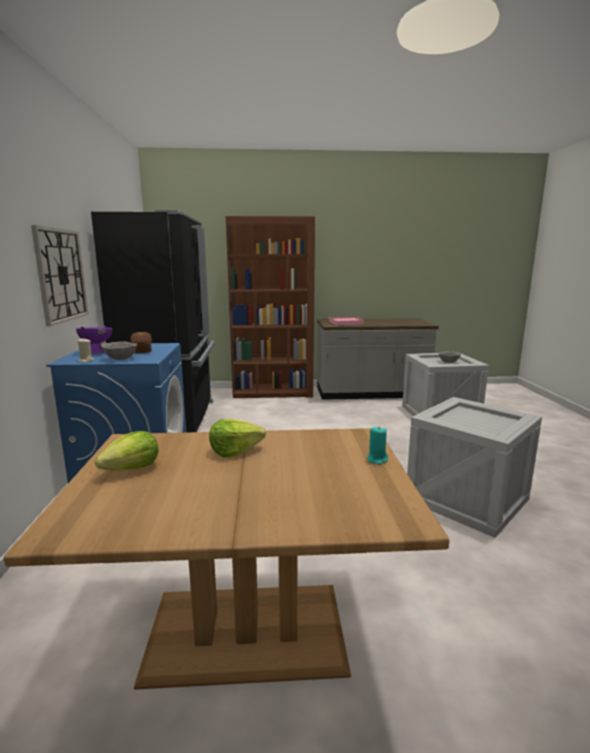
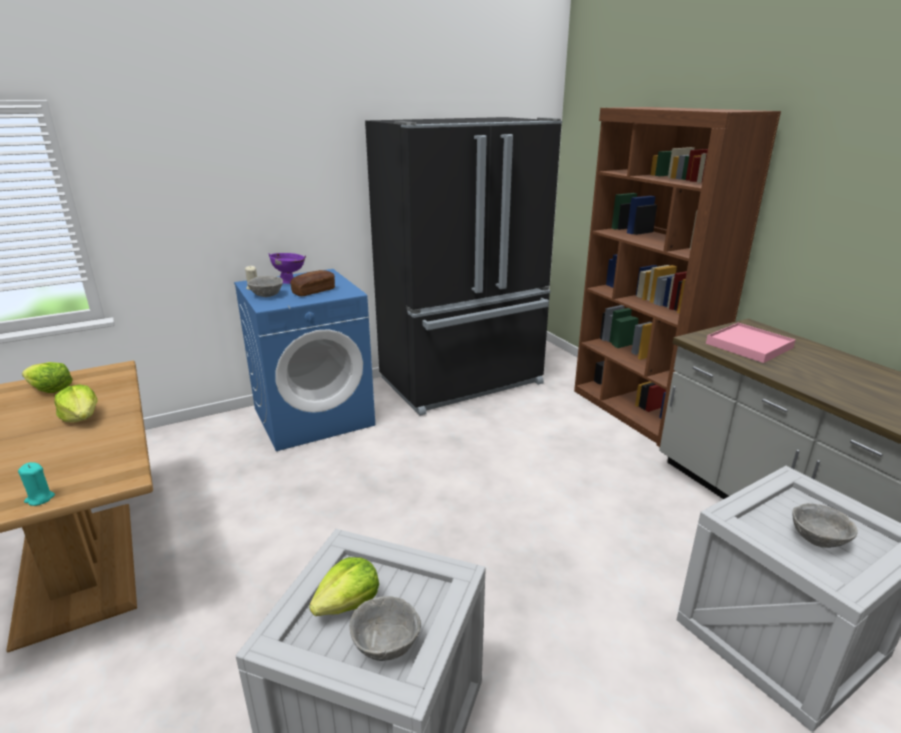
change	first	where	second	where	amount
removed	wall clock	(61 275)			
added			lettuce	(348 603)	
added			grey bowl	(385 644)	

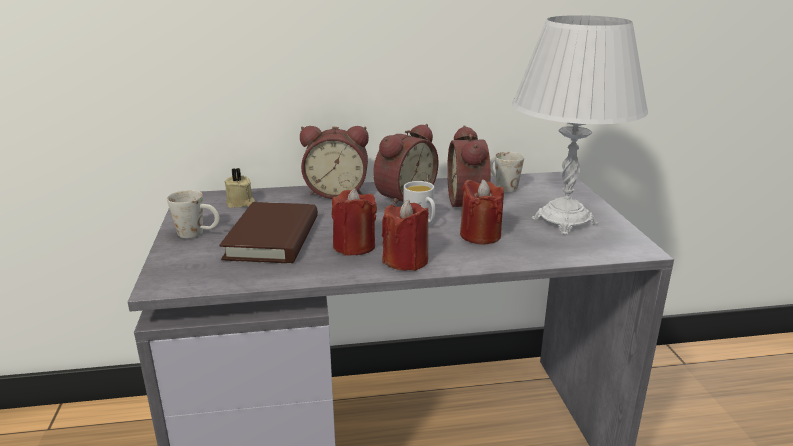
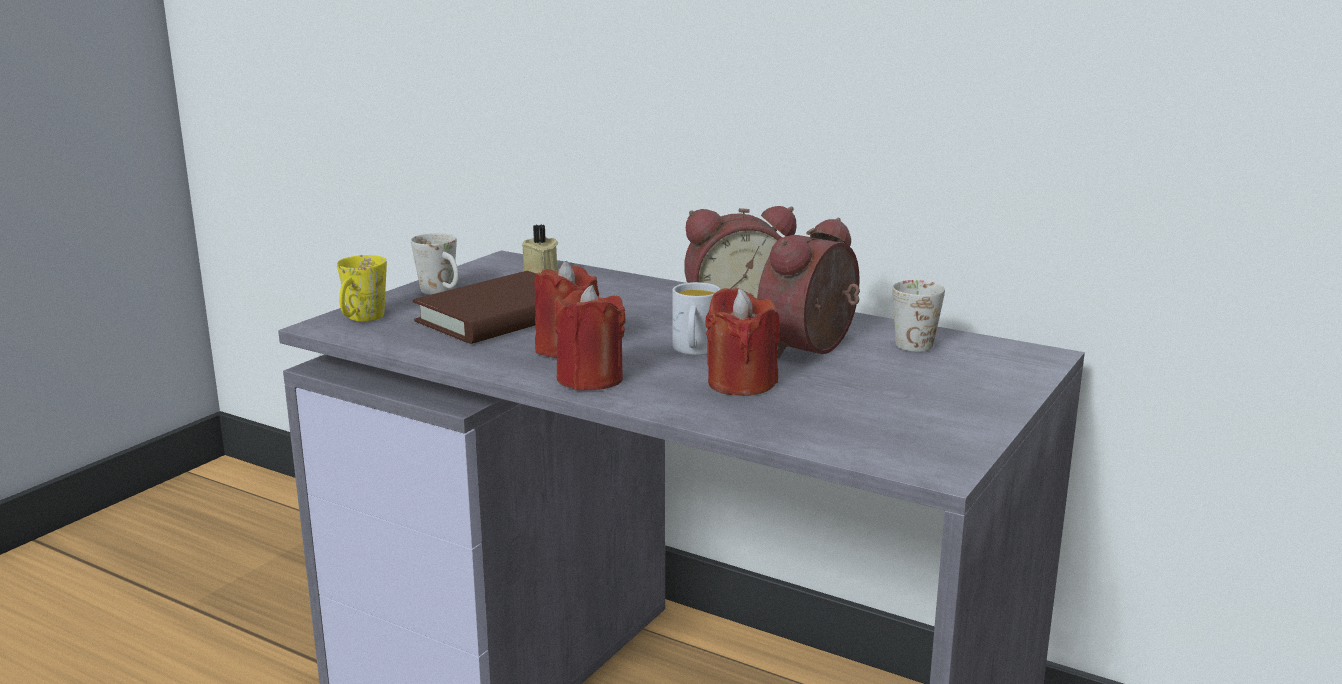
change	first	where	second	where	amount
removed	white table lamp	(564 221)			
removed	alarm clock	(336 192)			
added			yellow mug	(361 320)	

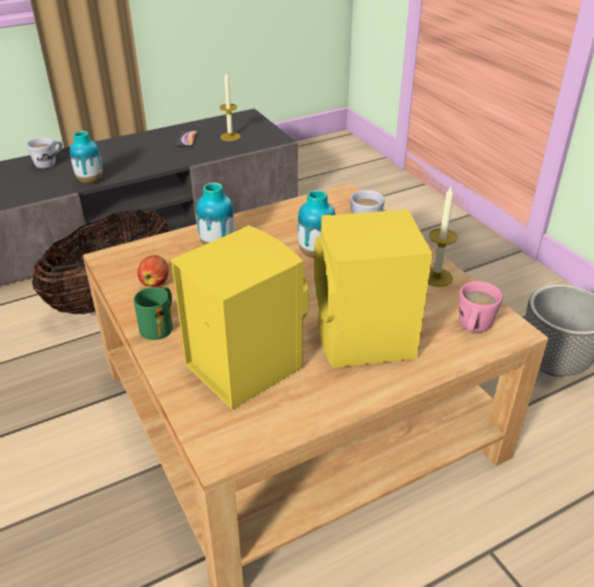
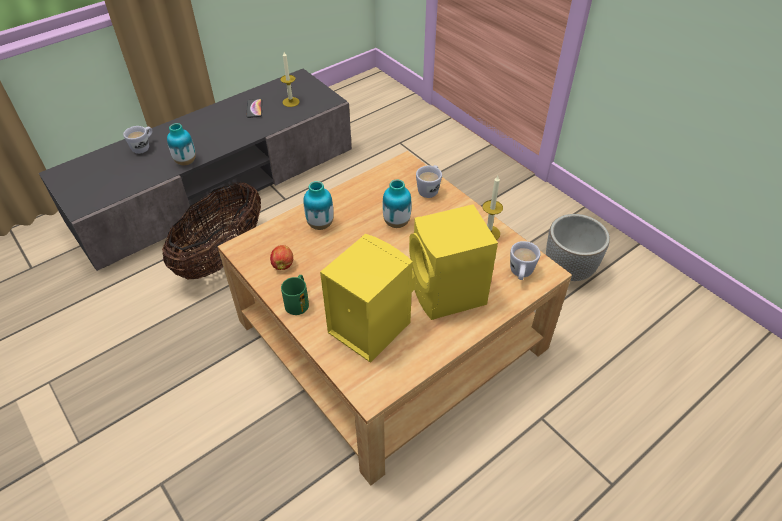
change	first	where	second	where	amount
recoloured	pink mug	(473 329)	white mug	(520 274)	

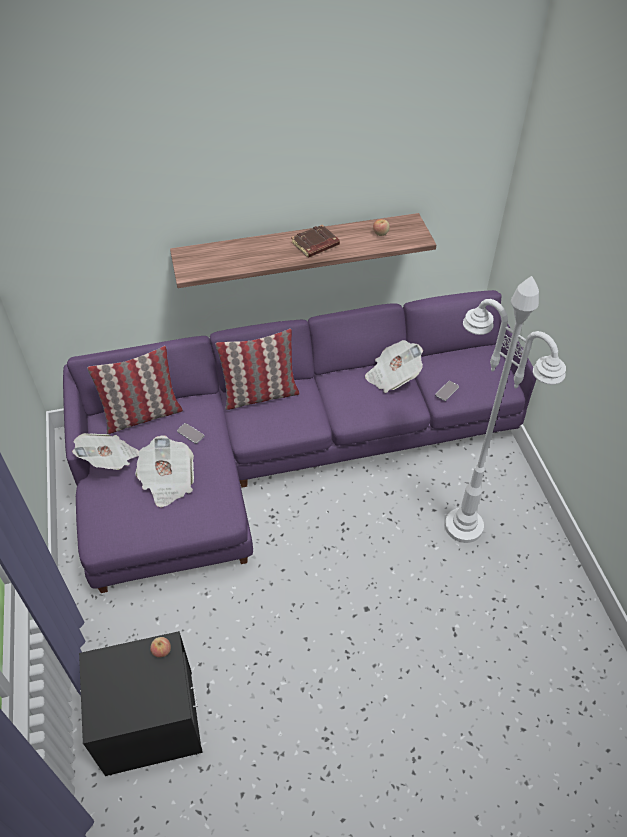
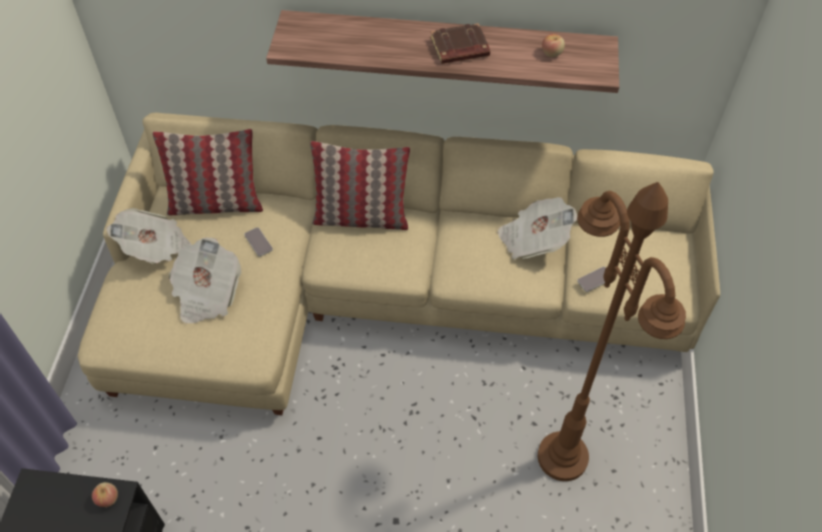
change	first	where	second	where	amount
recoloured	white floor lamp	(464 526)	brown floor lamp	(563 458)	
recoloured	purple sofa	(282 452)	beige sofa	(381 291)	

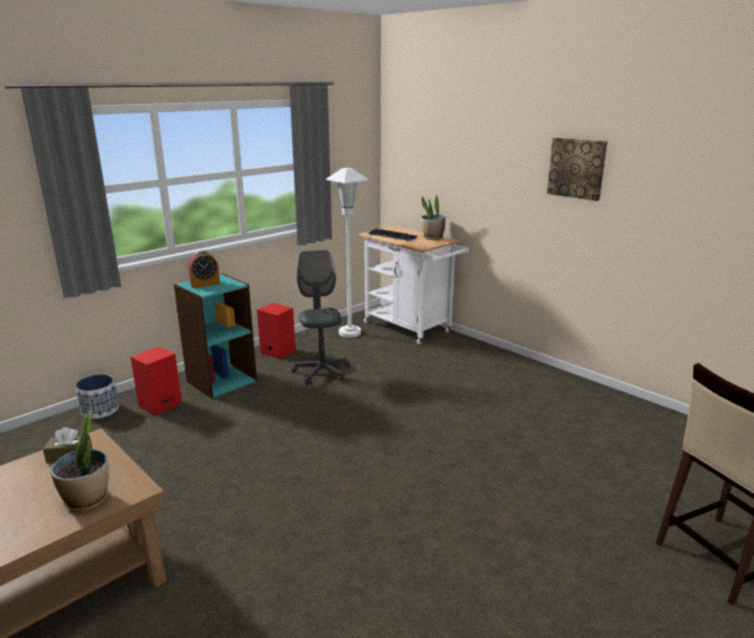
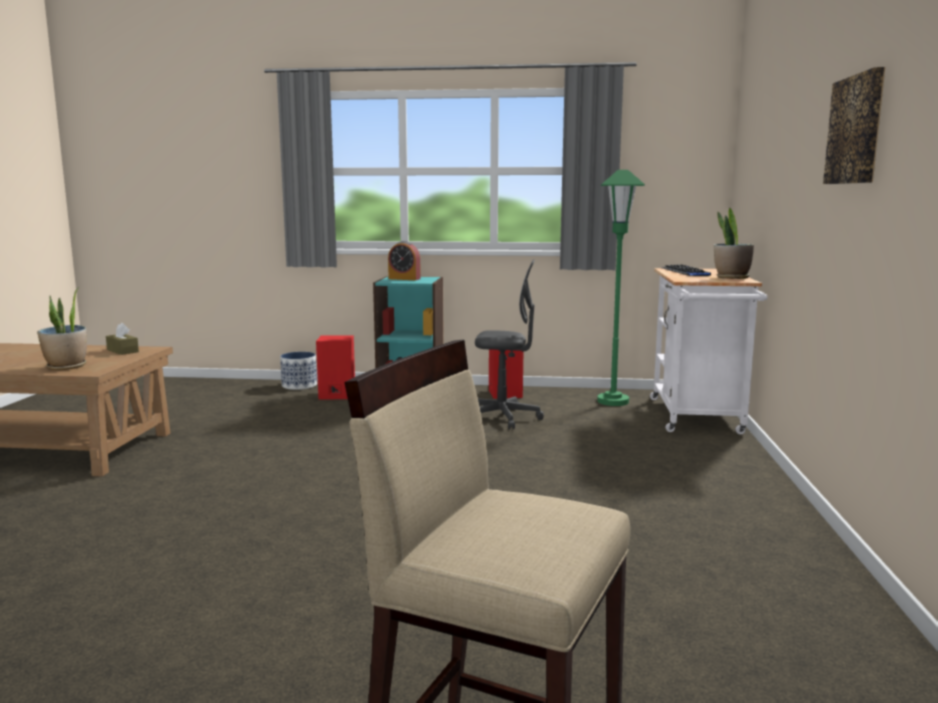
change	first	where	second	where	amount
recoloured	white floor lamp	(349 333)	green floor lamp	(612 401)	
turned	grey office chair	(321 372)		(503 418)	60 degrees clockwise

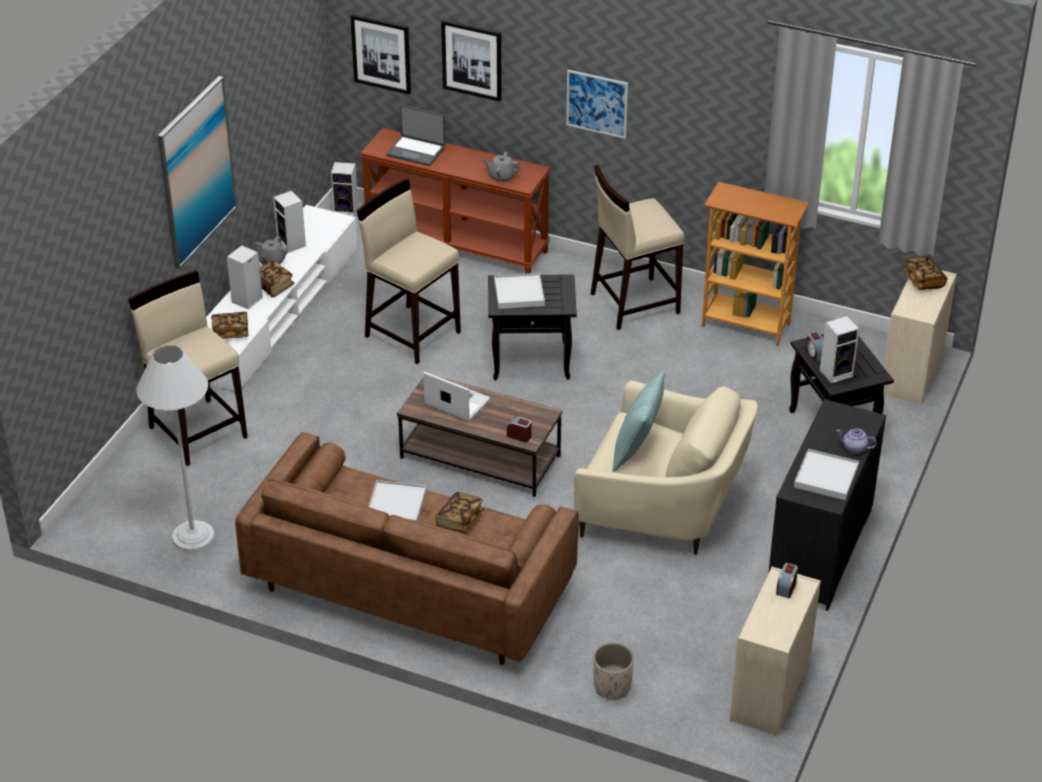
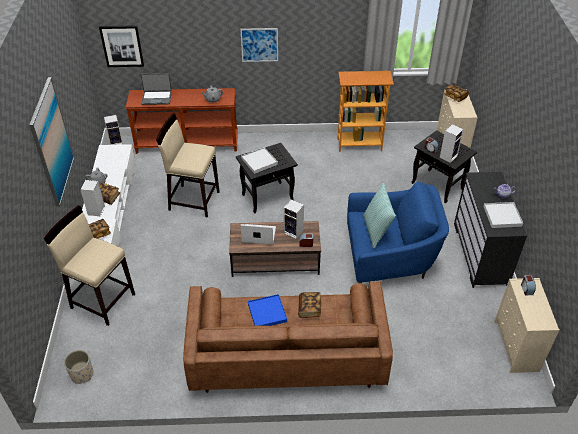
change	first	where	second	where	amount
removed	picture	(472 60)			
removed	beige stool	(633 303)			
moved	speaker	(292 244)		(294 232)	
removed	white floor lamp	(193 536)			
recoloured	beige armchair	(663 510)	blue armchair	(389 258)	
recoloured	white tray	(396 505)	blue tray	(267 313)	
moved	beige planter	(612 686)		(82 374)	

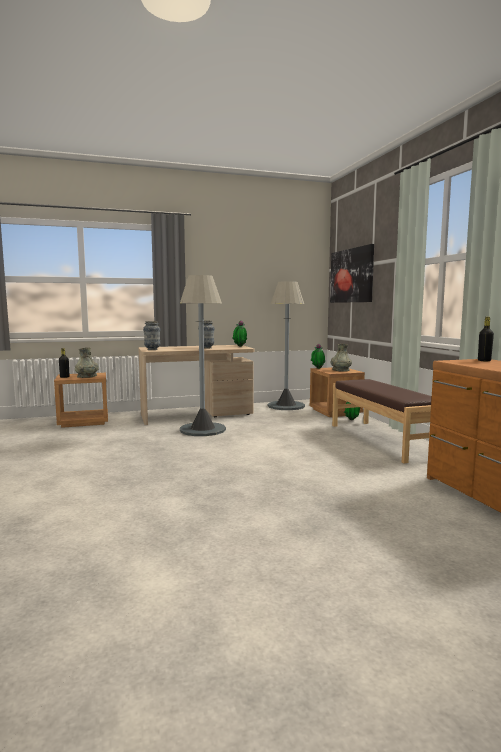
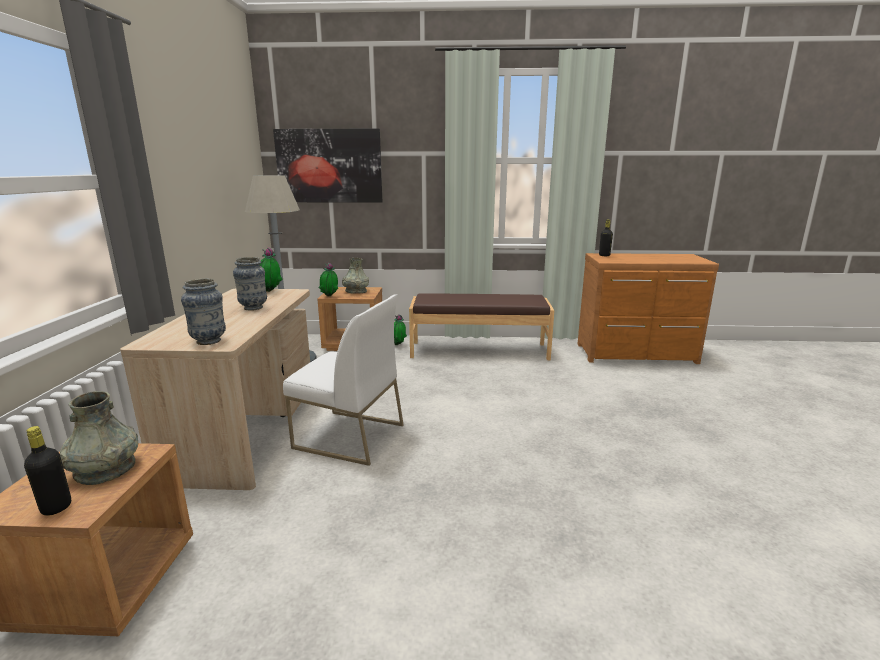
change	first	where	second	where	amount
replaced	grey floor lamp	(202 430)	white chair	(348 436)	

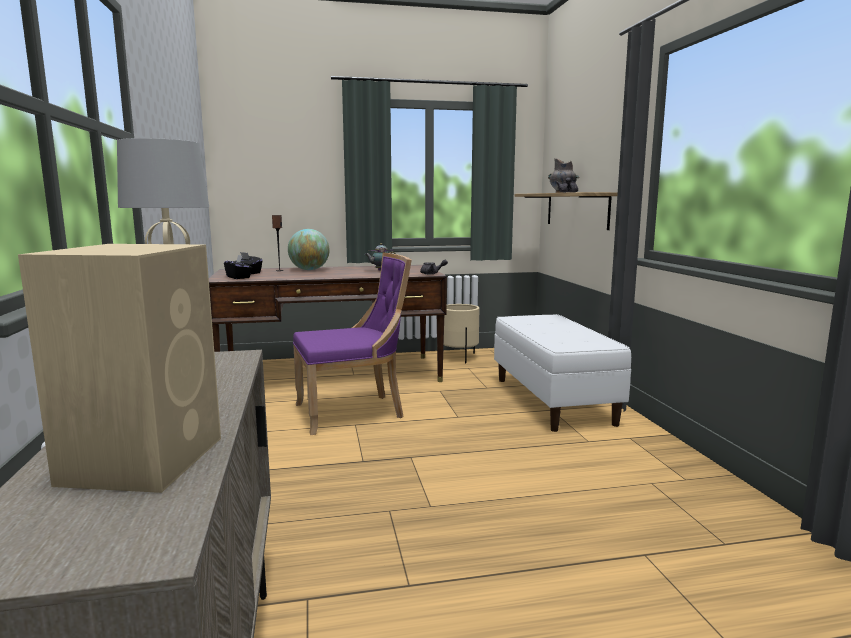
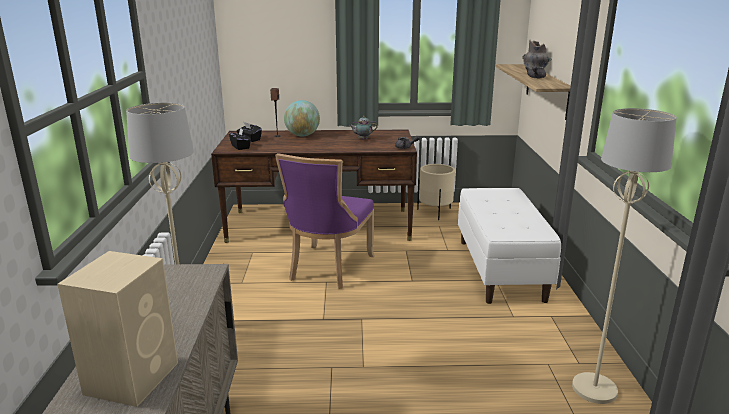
change	first	where	second	where	amount
turned	purple chair	(353 412)		(328 269)	120 degrees clockwise
added			beige floor lamp	(593 389)	

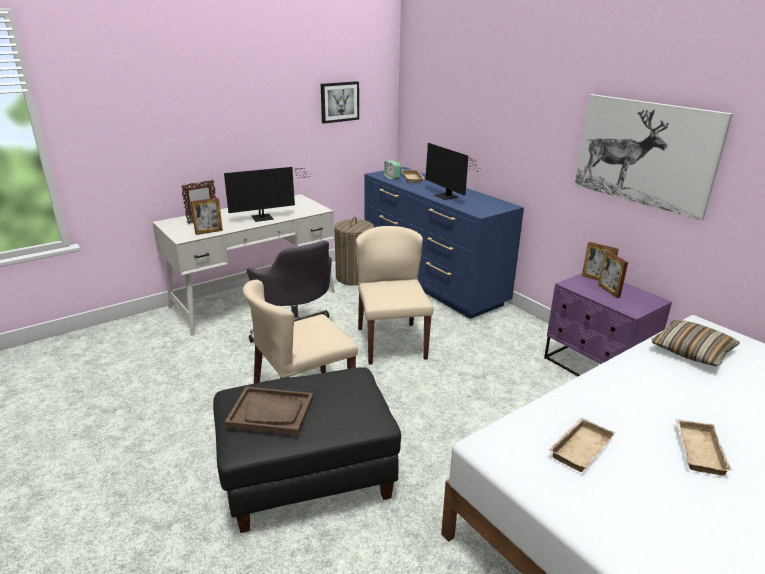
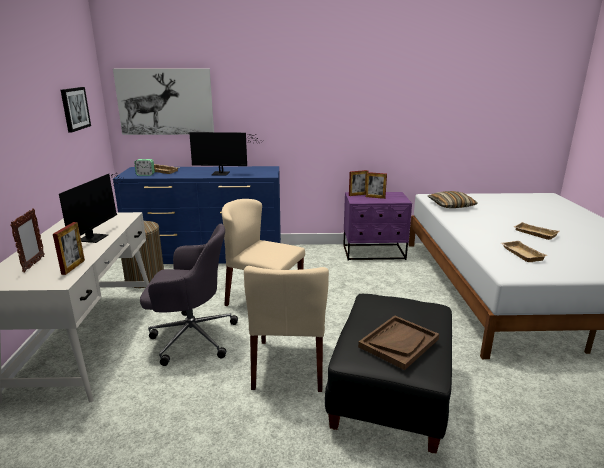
change	first	where	second	where	amount
moved	picture	(645 153)		(165 102)	

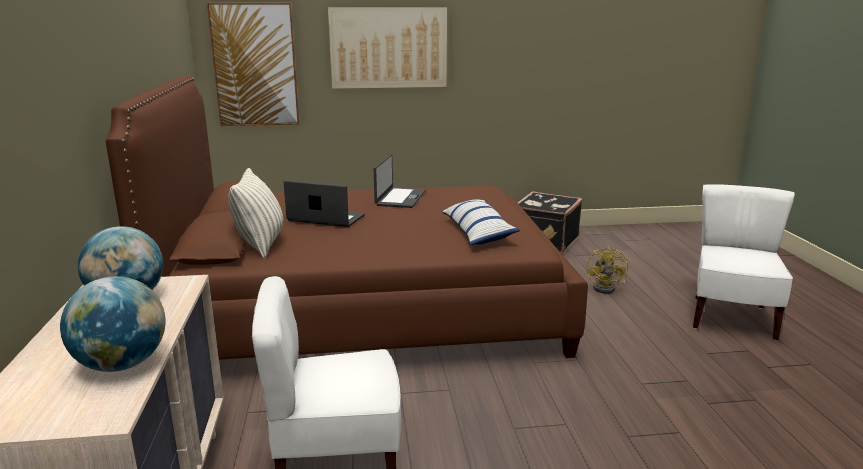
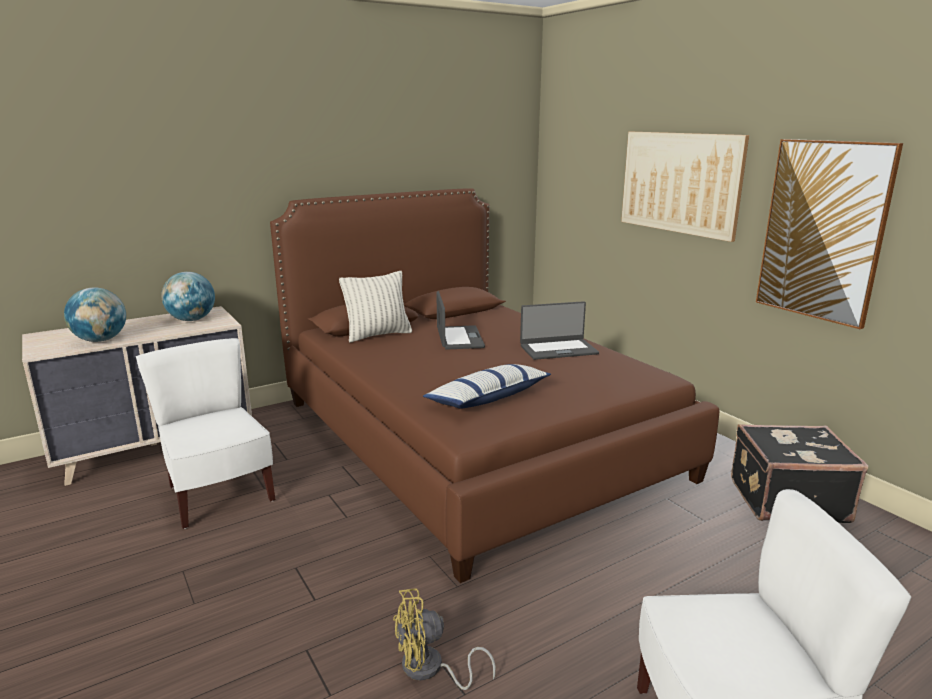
change	first	where	second	where	amount
moved	picture	(255 65)		(823 231)	
moved	yellow fan	(607 288)		(430 670)	

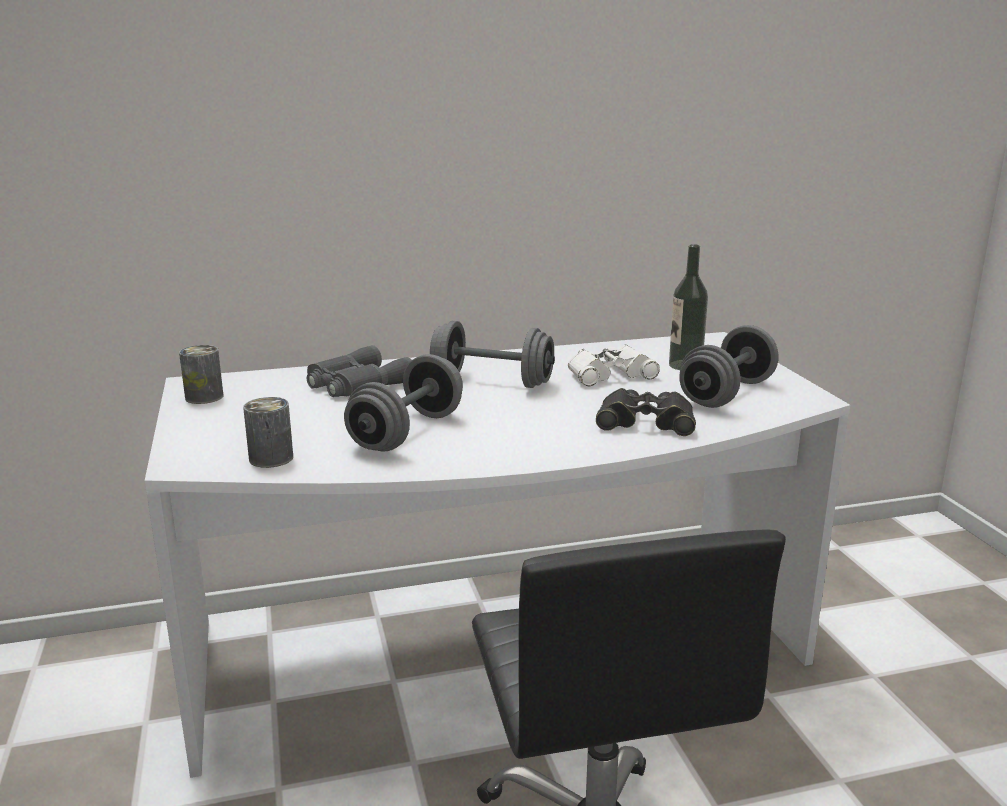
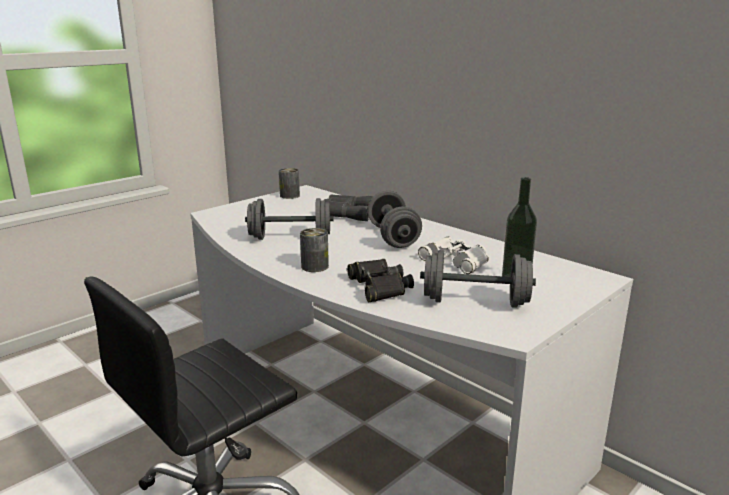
change	first	where	second	where	amount
moved	can	(271 458)		(314 266)	

